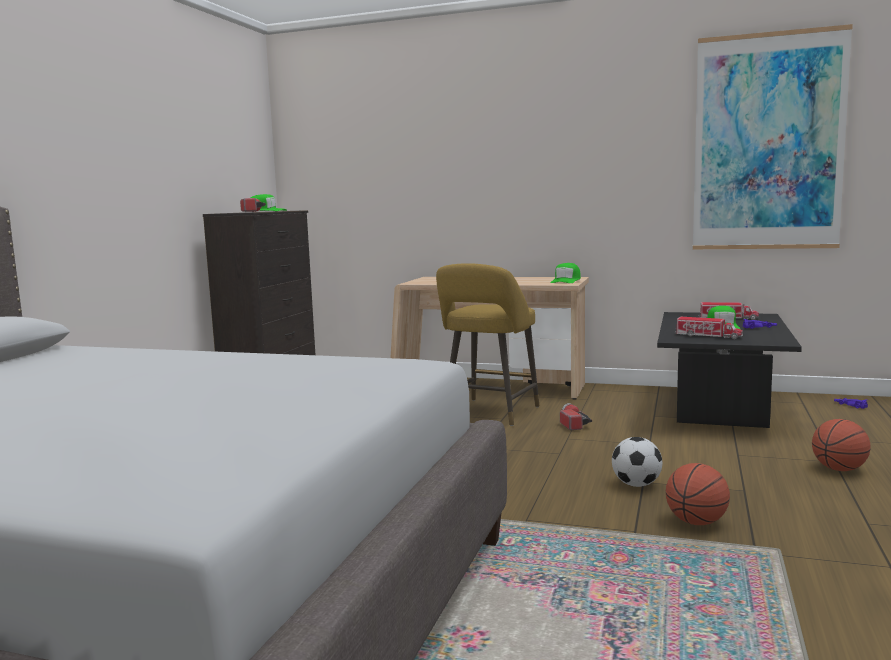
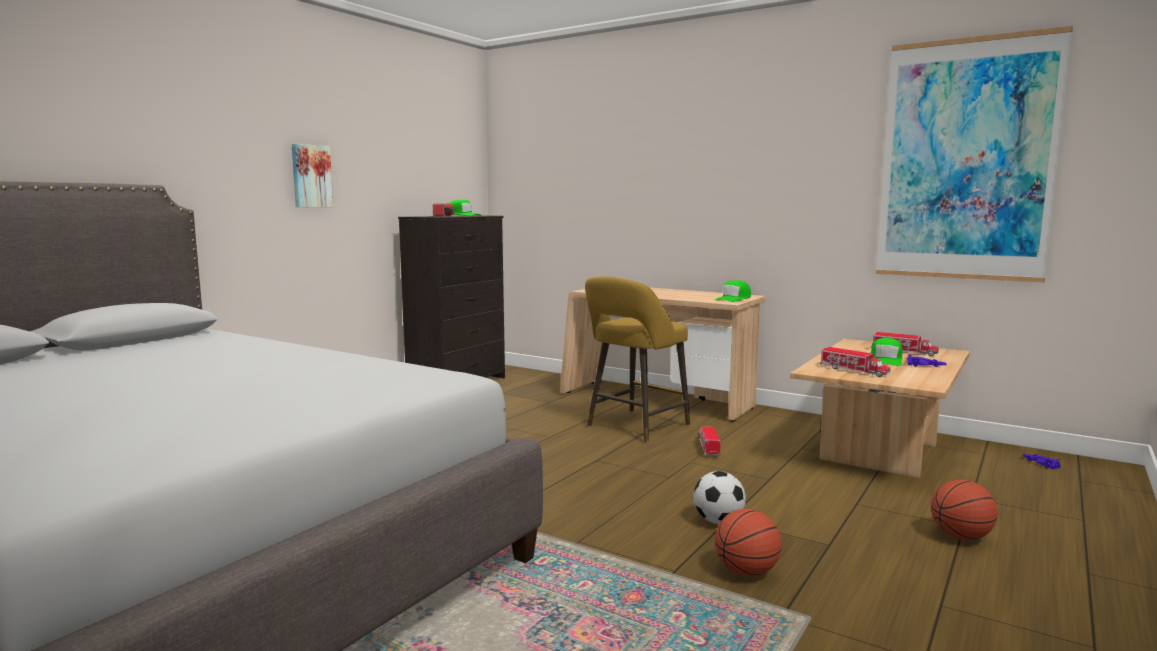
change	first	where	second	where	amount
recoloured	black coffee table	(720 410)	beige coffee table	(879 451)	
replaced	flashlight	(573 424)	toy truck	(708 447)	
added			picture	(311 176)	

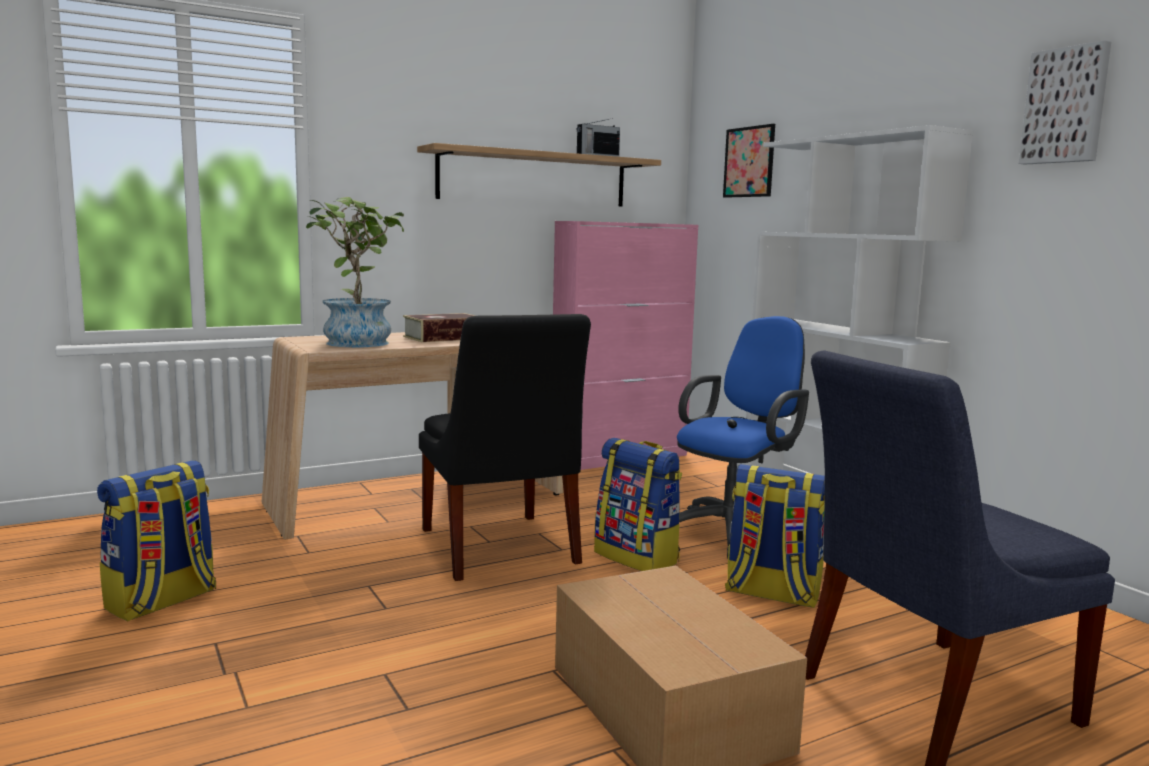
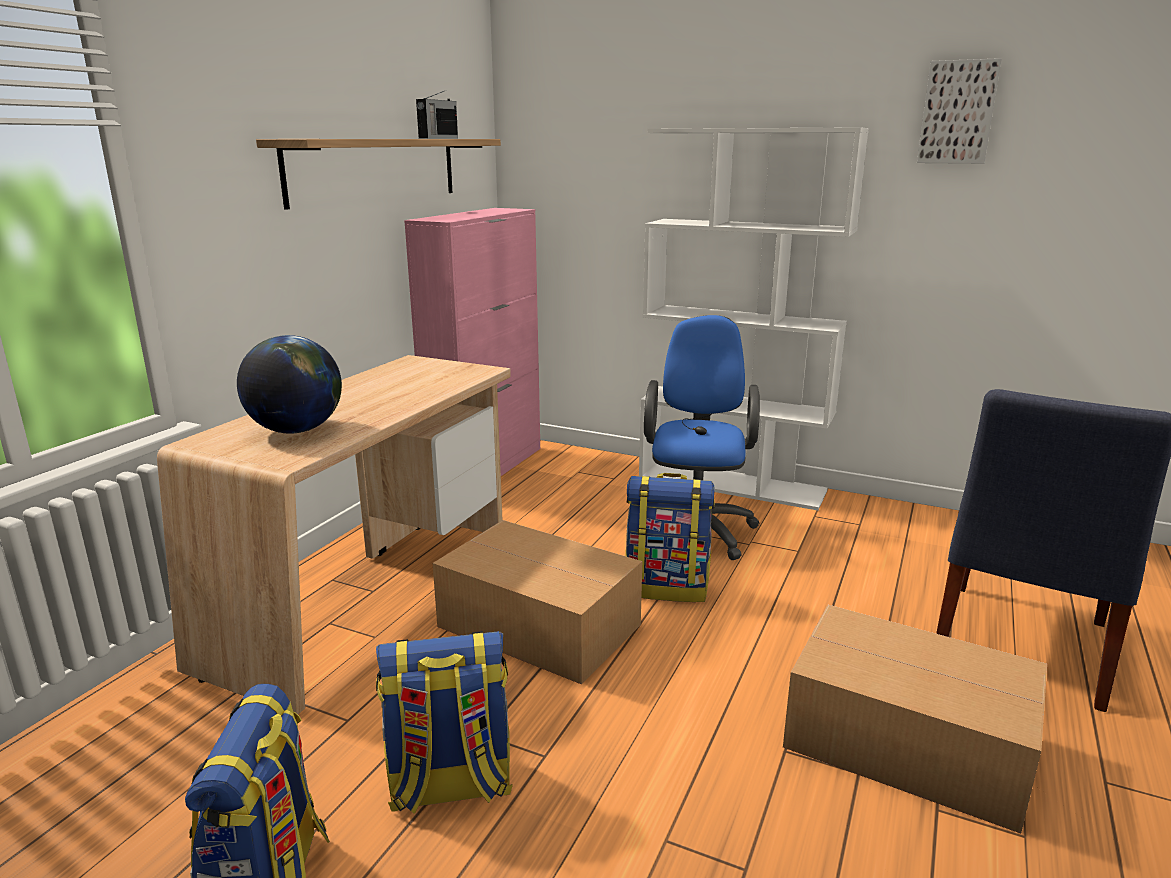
change	first	where	second	where	amount
removed	picture	(749 162)			
replaced	potted plant	(358 341)	globe	(296 430)	
removed	book	(443 337)			
replaced	black chair	(499 549)	cardboard box	(540 627)	
moved	backpack	(771 594)		(449 786)	

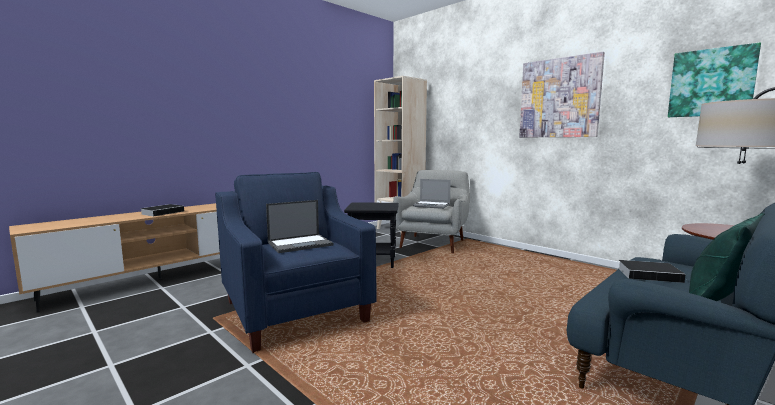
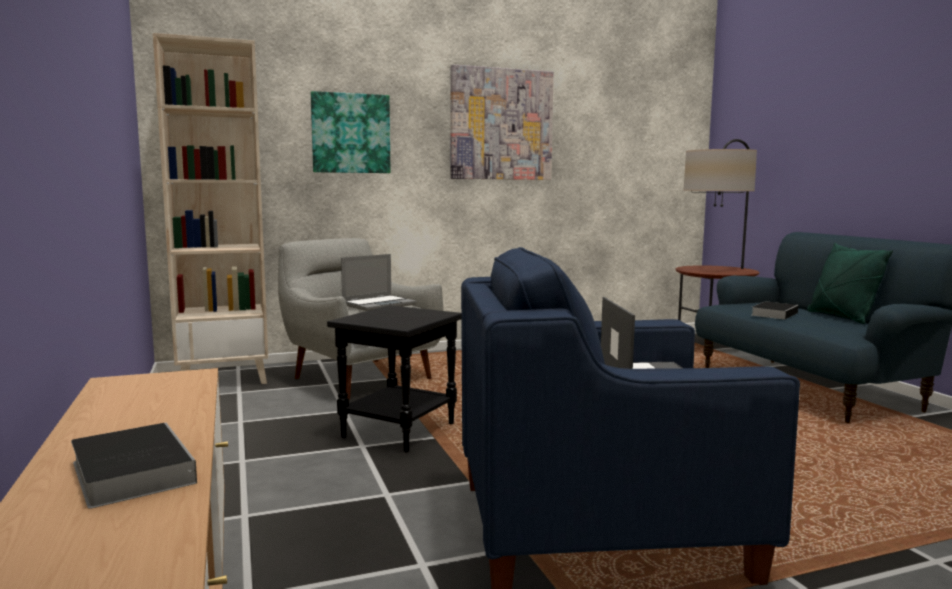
change	first	where	second	where	amount
moved	picture	(711 83)		(350 133)	

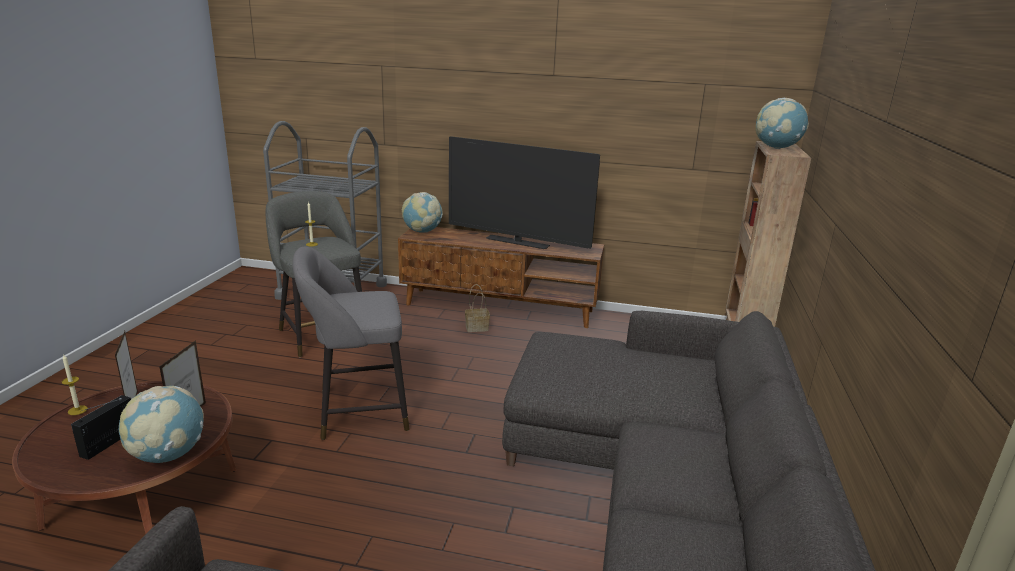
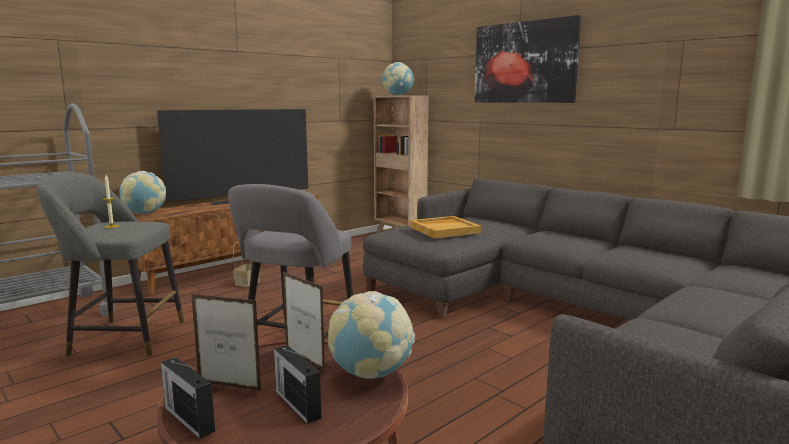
change	first	where	second	where	amount
replaced	candle	(77 410)	radio	(188 418)	
added			picture	(524 62)	
added			beige tray	(444 229)	

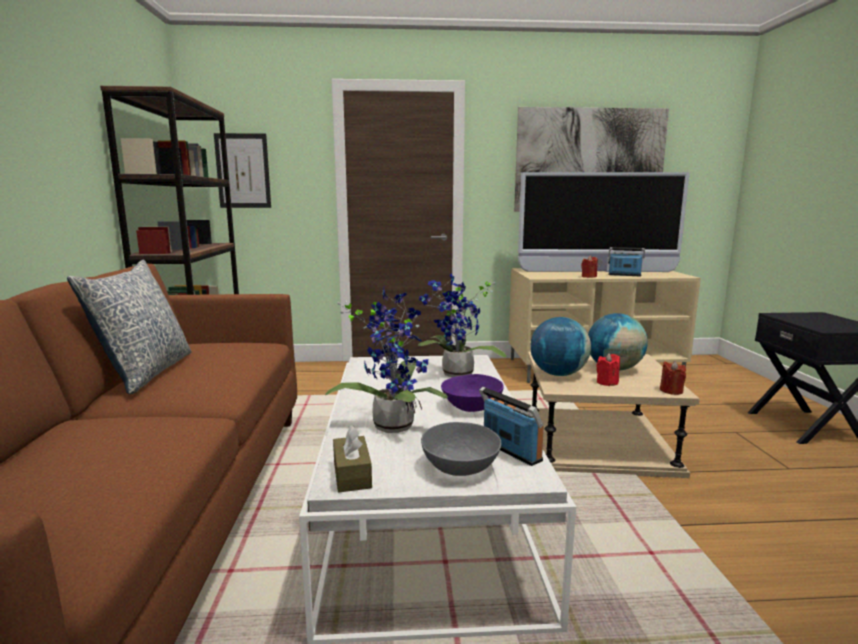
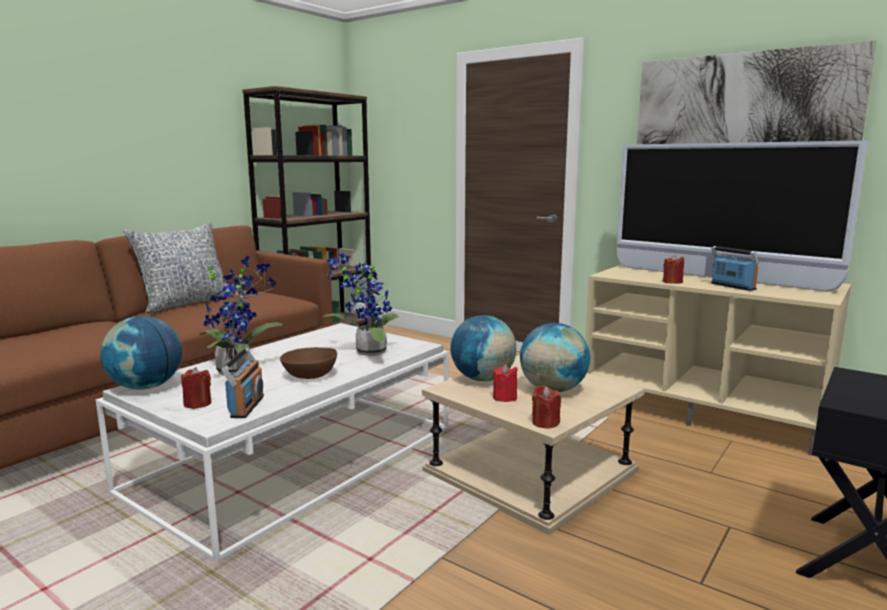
change	first	where	second	where	amount
removed	picture	(243 171)			
recoloured	purple bowl	(471 407)	brown bowl	(309 375)	
replaced	grey bowl	(461 467)	red candle	(197 404)	
replaced	brown tissue box	(352 474)	globe	(146 387)	

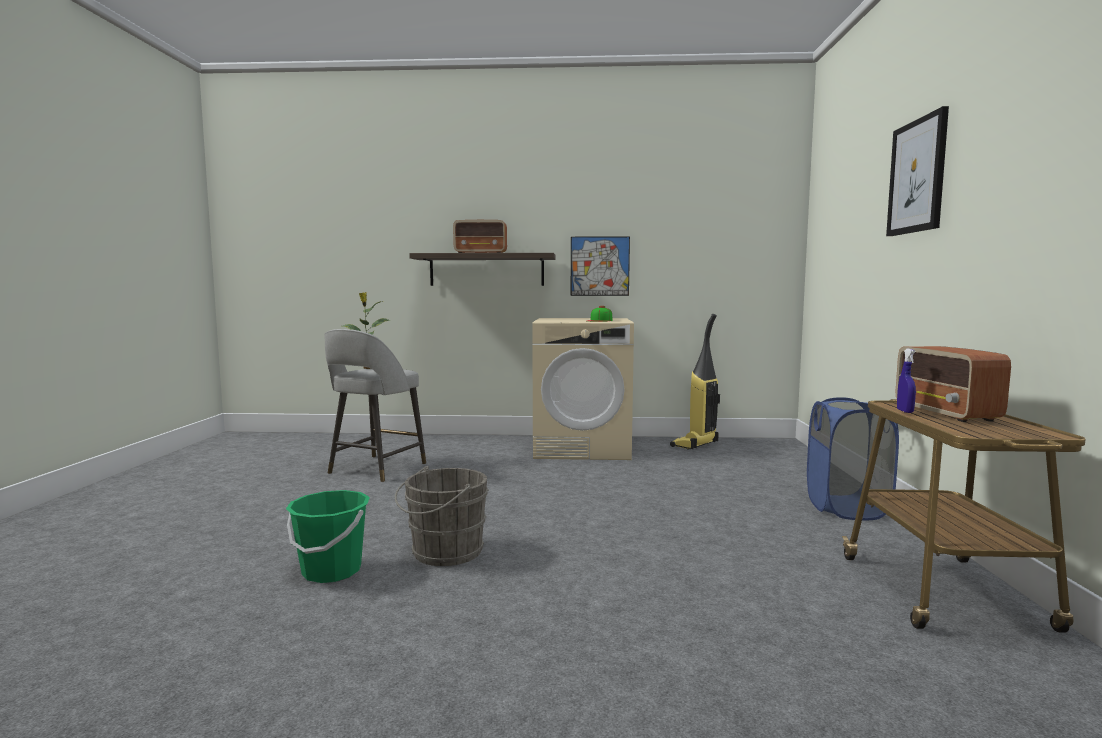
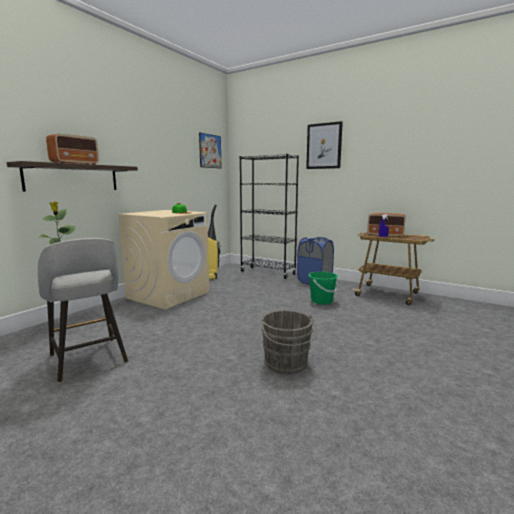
change	first	where	second	where	amount
moved	picture	(599 266)		(210 151)	
moved	green bucket	(331 571)		(322 301)	
added			black bookcase	(268 273)	

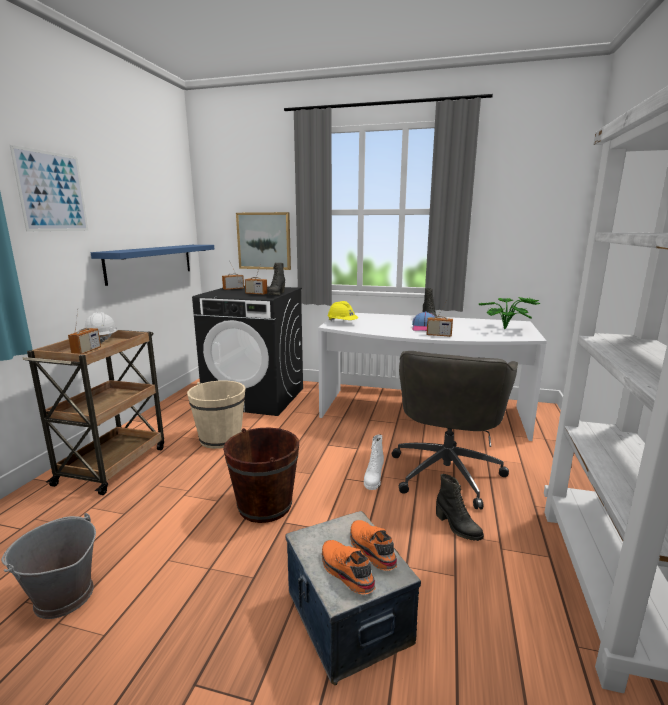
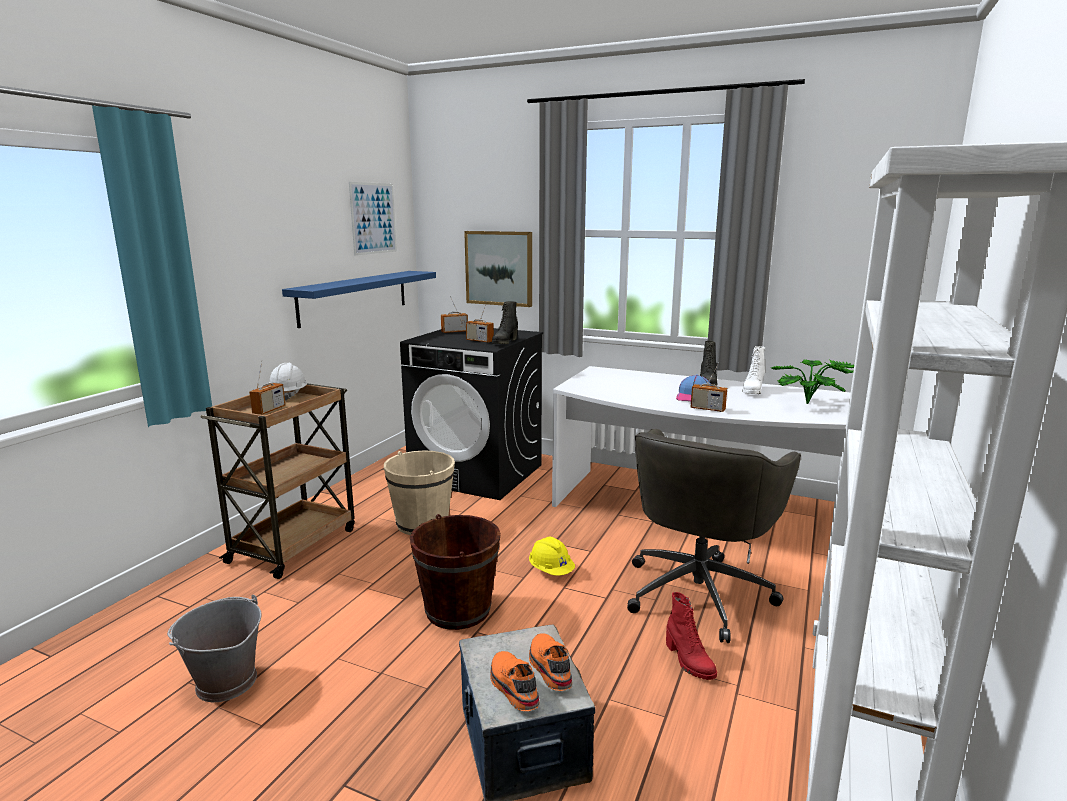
change	first	where	second	where	amount
moved	picture	(52 192)		(373 218)	
moved	yellow hard hat	(342 323)		(551 571)	
moved	white boot	(373 479)		(752 391)	
recoloured	black boot	(457 527)	red boot	(688 661)	

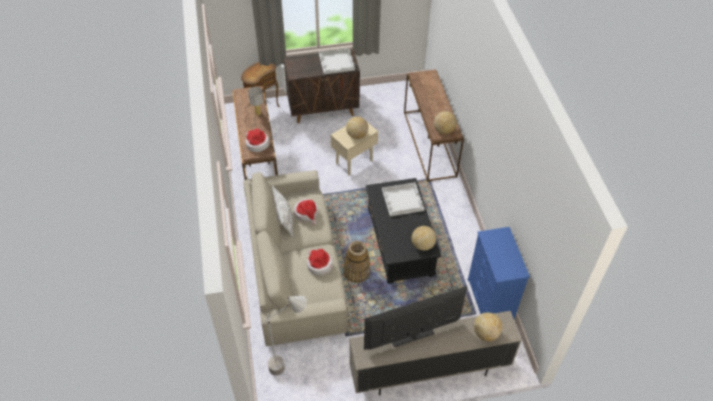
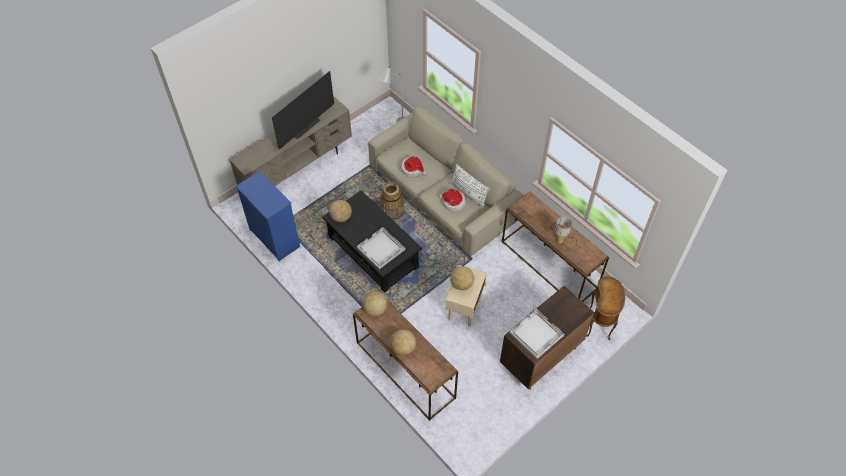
change	first	where	second	where	amount
removed	hat	(257 144)			
moved	globe	(486 333)		(403 348)	

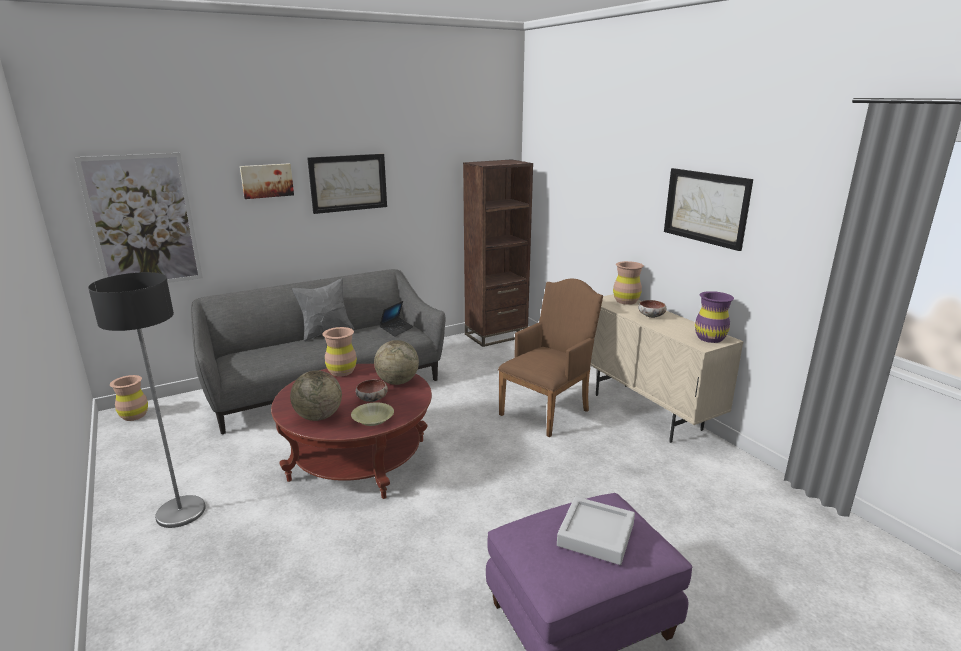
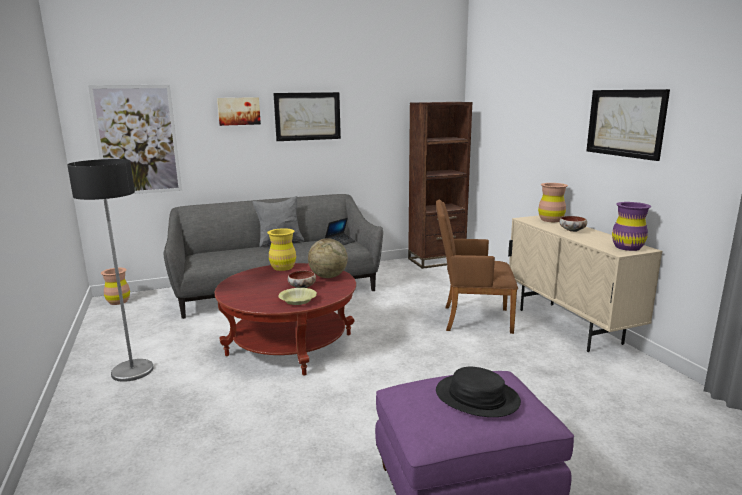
change	first	where	second	where	amount
turned	brown armchair	(548 410)		(471 319)	135 degrees counterclockwise
recoloured	brown vase	(341 371)	yellow vase	(283 267)	
removed	globe	(318 417)			
replaced	grey tray	(595 535)	black hat	(477 397)	

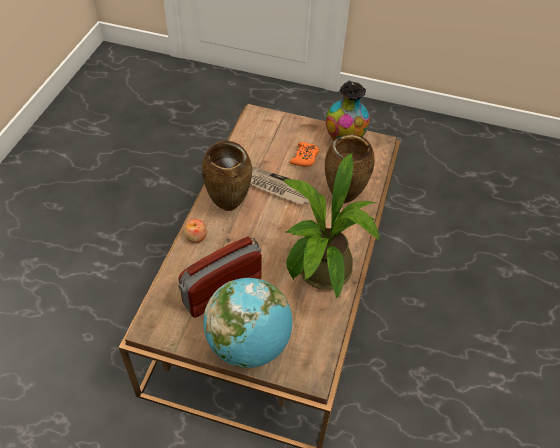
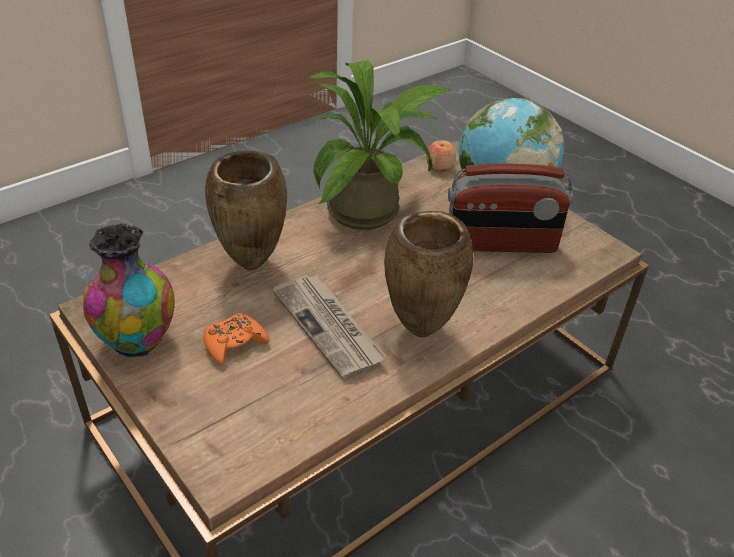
change	first	where	second	where	amount
moved	apple	(196 236)		(439 166)	

